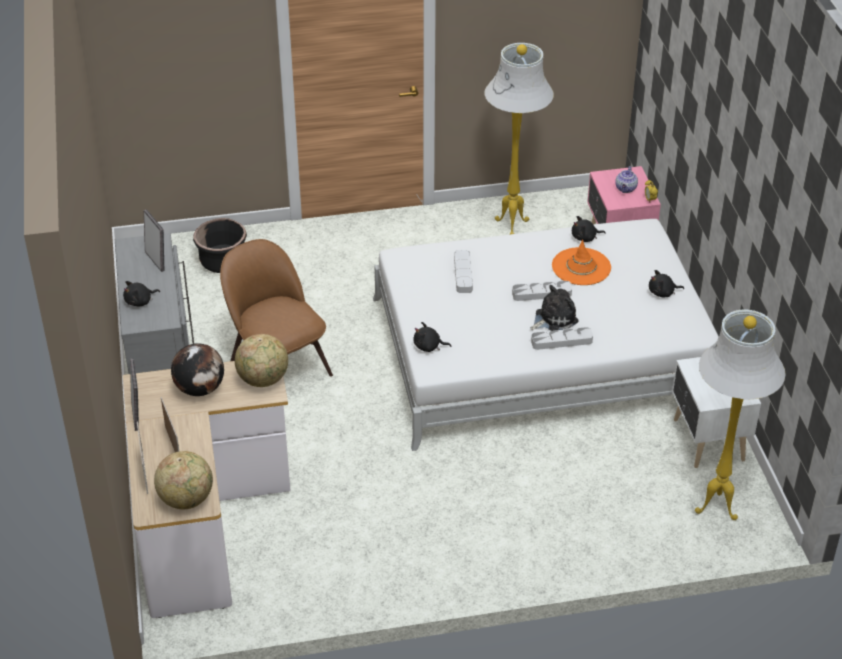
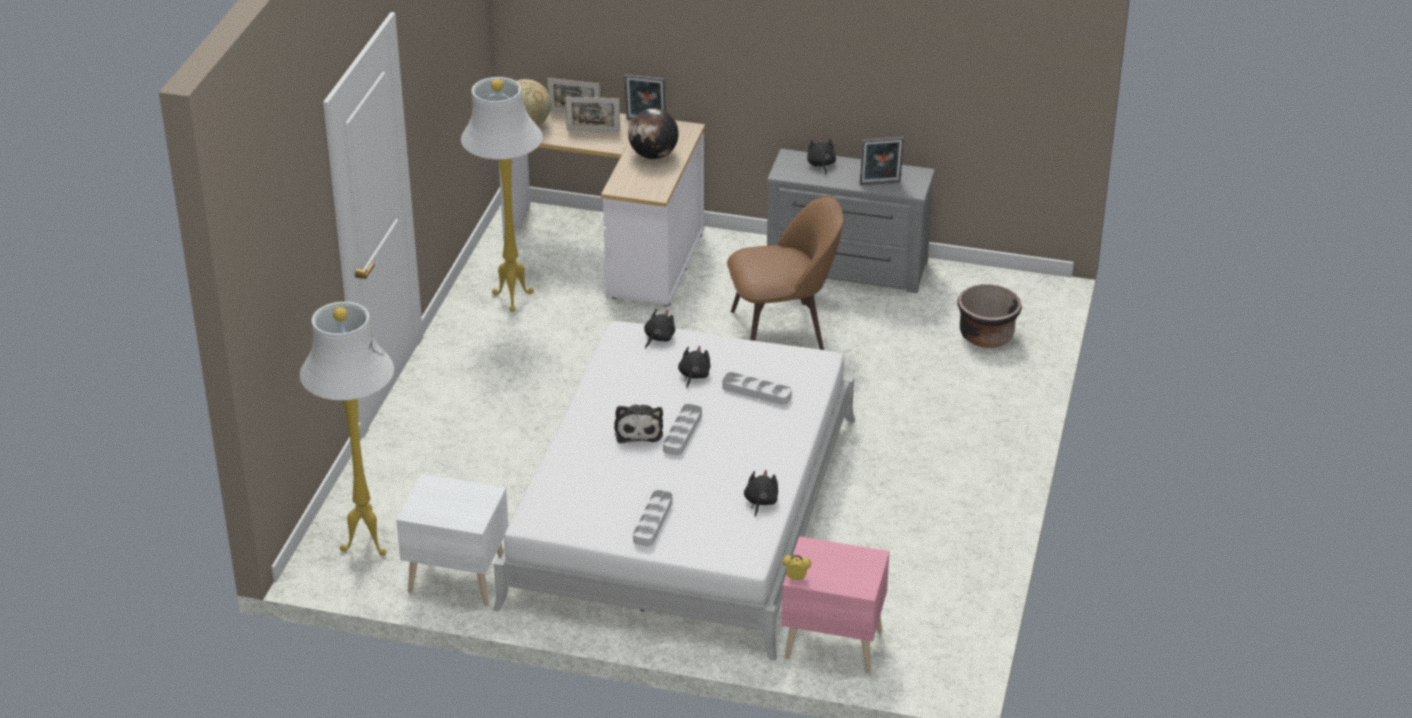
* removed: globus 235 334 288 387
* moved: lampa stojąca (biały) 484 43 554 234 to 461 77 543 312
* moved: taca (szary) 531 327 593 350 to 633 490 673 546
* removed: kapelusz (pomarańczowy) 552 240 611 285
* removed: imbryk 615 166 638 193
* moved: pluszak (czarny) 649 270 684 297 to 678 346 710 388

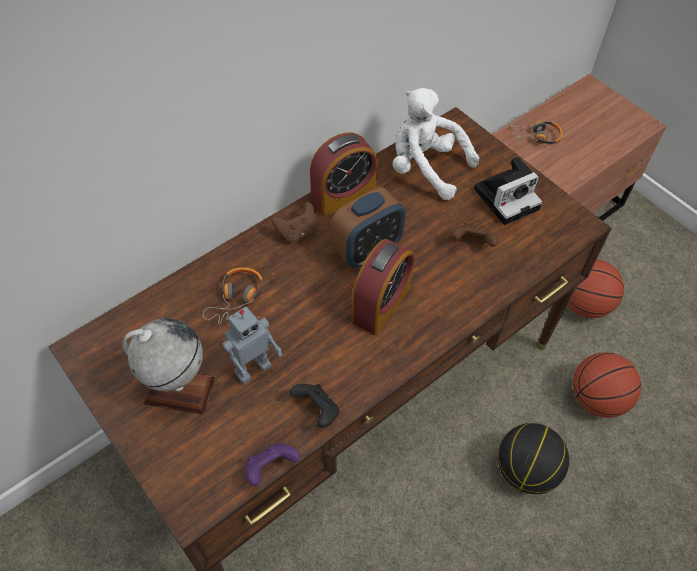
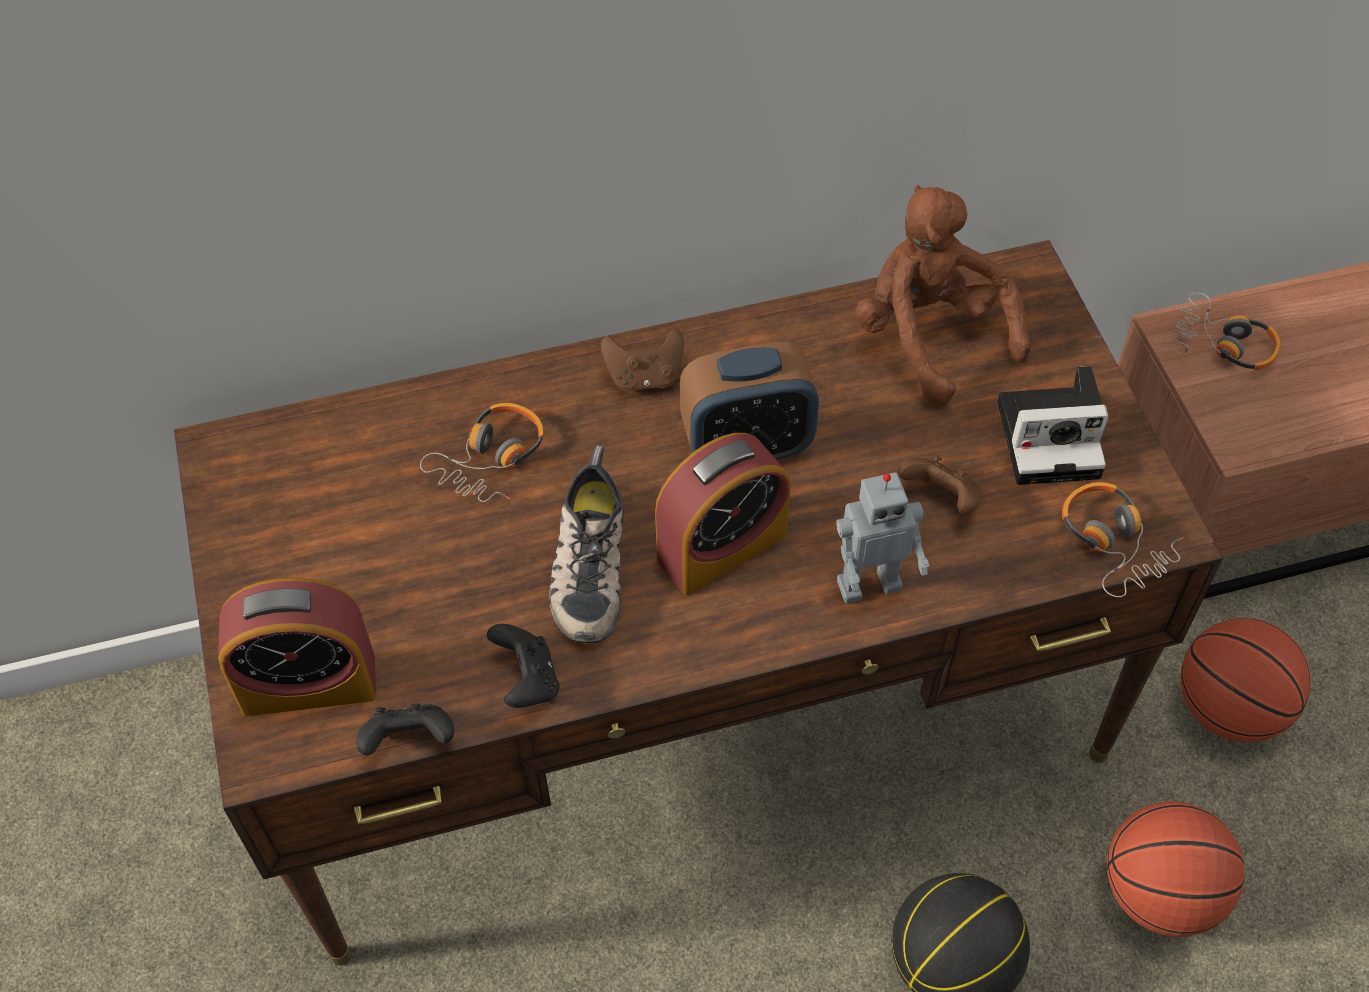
* removed: globus 122 318 216 414
* moved: robot zabawkowy 222 307 282 384 to 836 472 929 603
* recoloured: pad do gier (fioletowy) 246 443 300 486 to pad do gier (czarny) 356 704 454 755
* moved: budzik 310 132 378 216 to 218 578 376 716
* recoloured: pluszak (biały) 393 88 479 200 to pluszak (brązowy) 855 185 1031 406
* added: but 549 445 624 644
* added: słuchawki 1062 482 1184 597

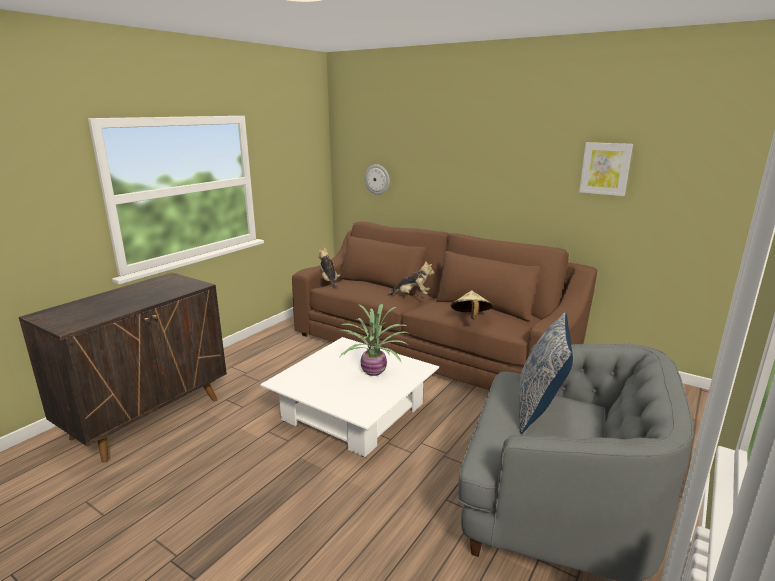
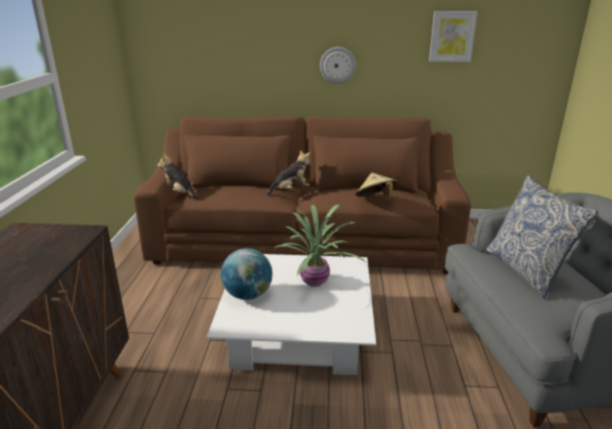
* moved: zegar ścienny 365 164 390 195 to 320 47 356 84
* added: globus 221 248 272 300

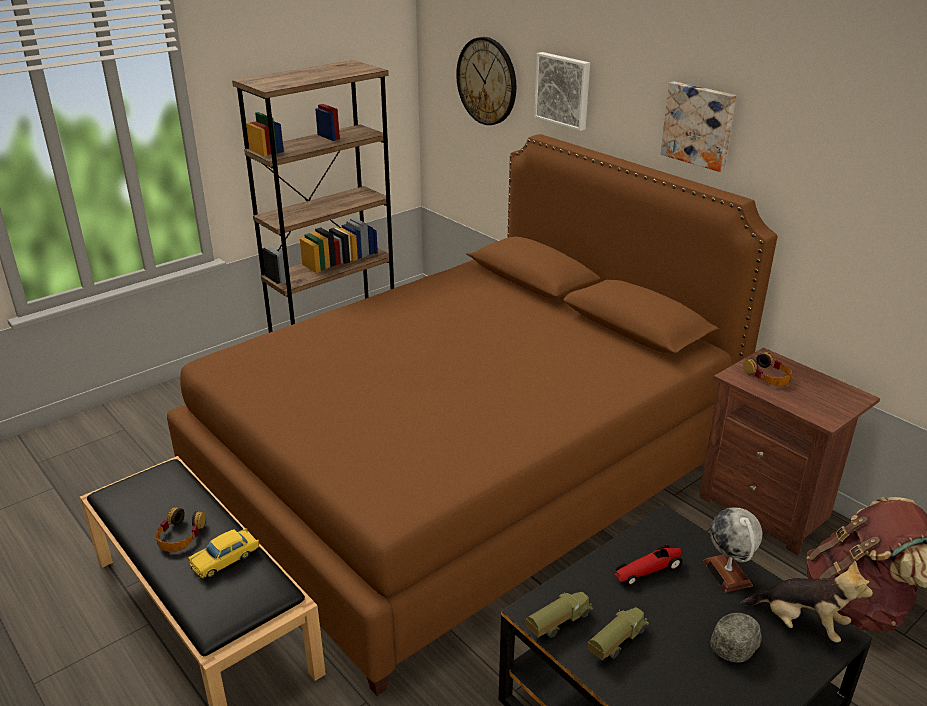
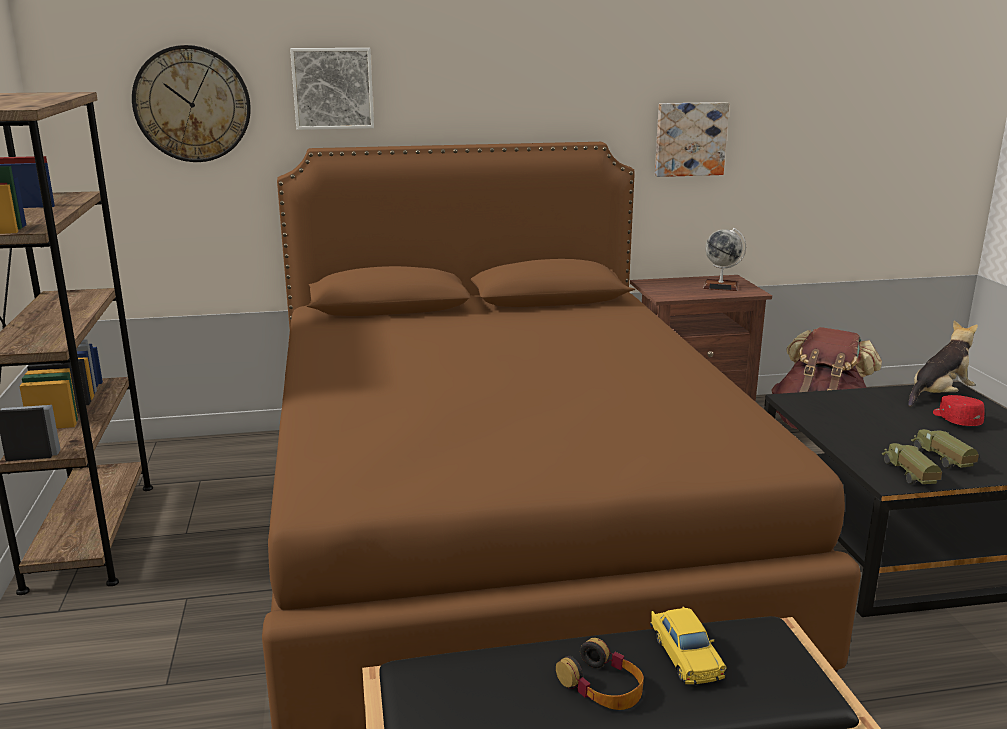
* removed: samochodzik 614 544 683 586
* moved: obraz 660 82 736 172 to 655 102 729 177
* moved: globus 703 507 762 593 to 703 228 746 291
* recoloured: czapka z daszkiem (szary) 710 613 762 663 to czapka z daszkiem (czerwony) 933 395 985 426
* removed: słuchawki 743 352 792 386

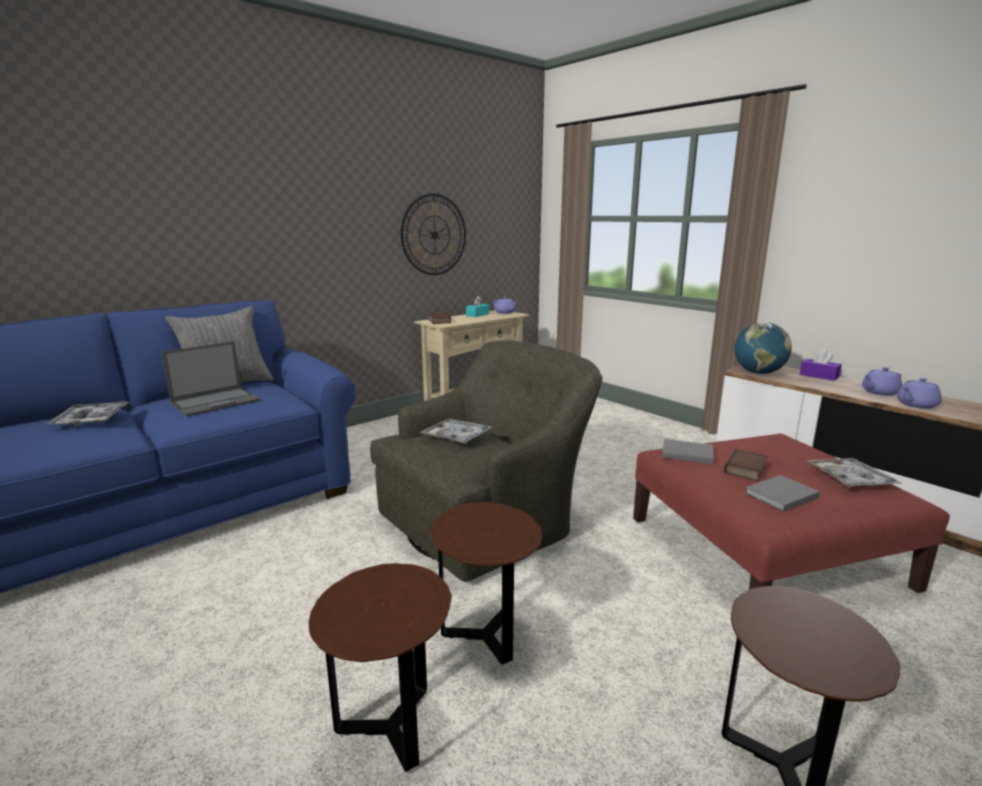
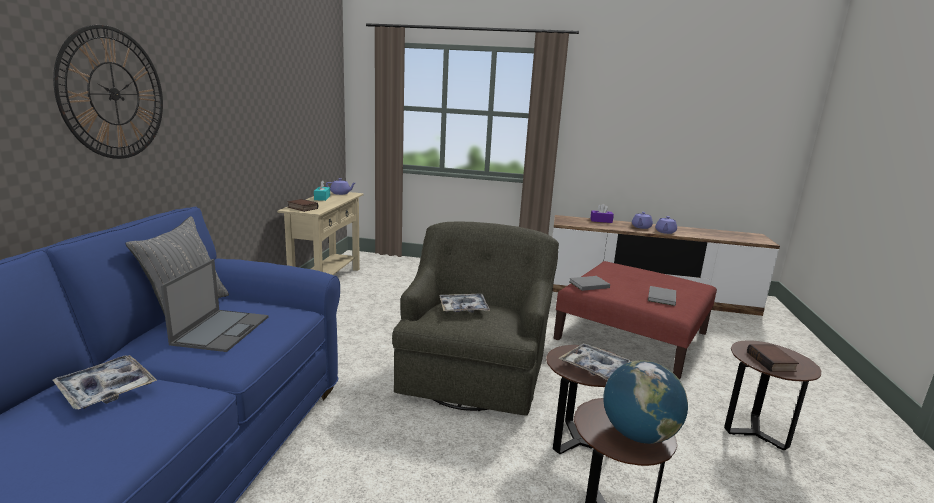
* moved: zegar ścienny 401 193 466 275 to 53 25 163 159
* moved: książka 724 449 768 481 to 747 344 799 372
* moved: globus 734 322 792 374 to 603 360 688 444
* moved: taca 806 458 901 487 to 559 343 632 380

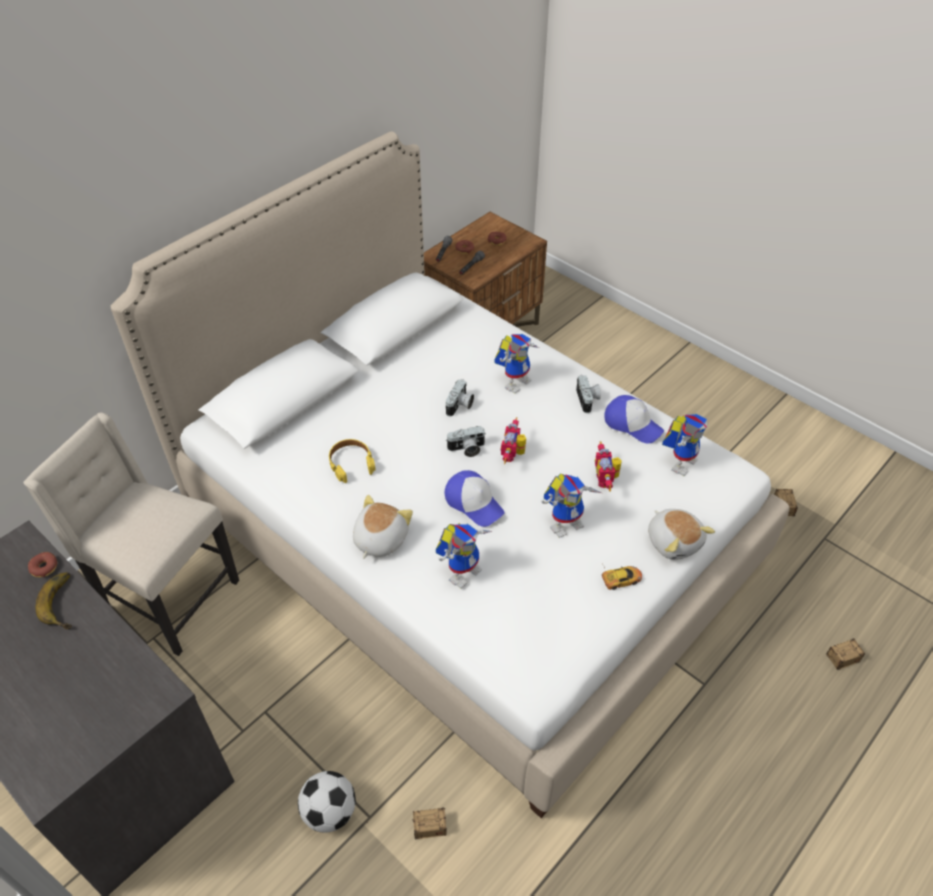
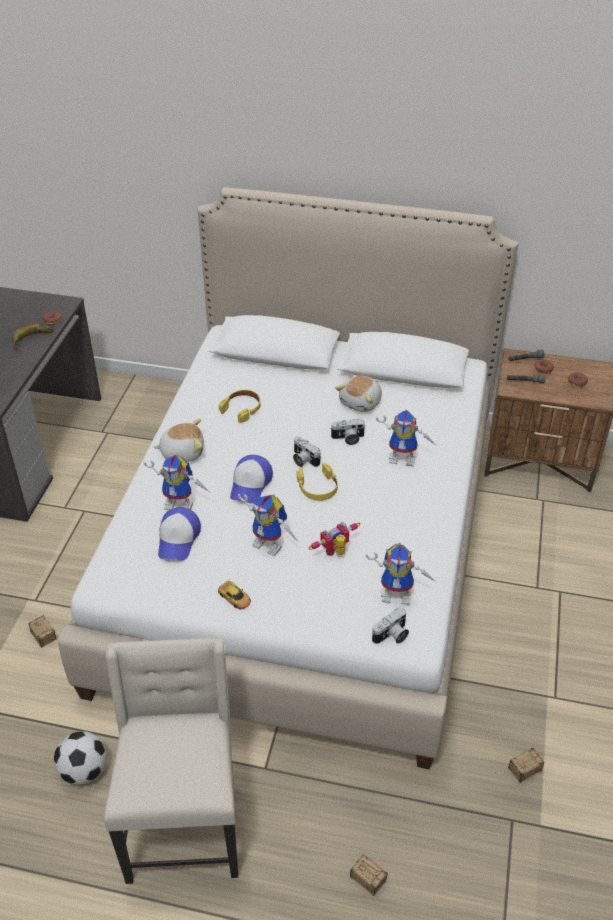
* moved: krzesło (beżowy) 23 413 239 656 to 104 638 238 884
* moved: piłka futbolowa 298 771 356 833 to 54 731 107 785
* replaced: robot zabawkowy 501 417 526 464 to słuchawki (żółty) 297 463 338 501
* moved: aparat fotograficzny 576 375 601 413 to 372 607 409 644
* moved: czapka z daszkiem 604 395 664 444 to 158 507 201 561
* moved: pluszak 648 509 715 560 to 335 376 382 412

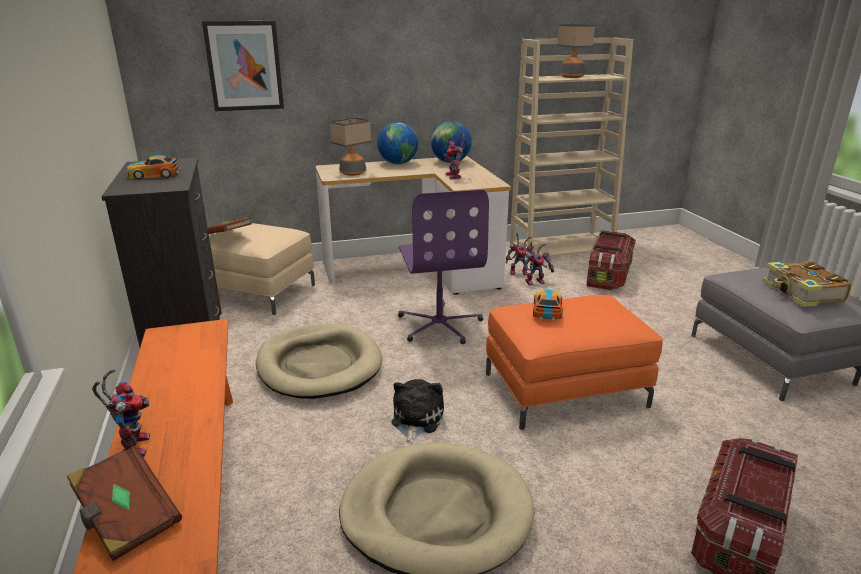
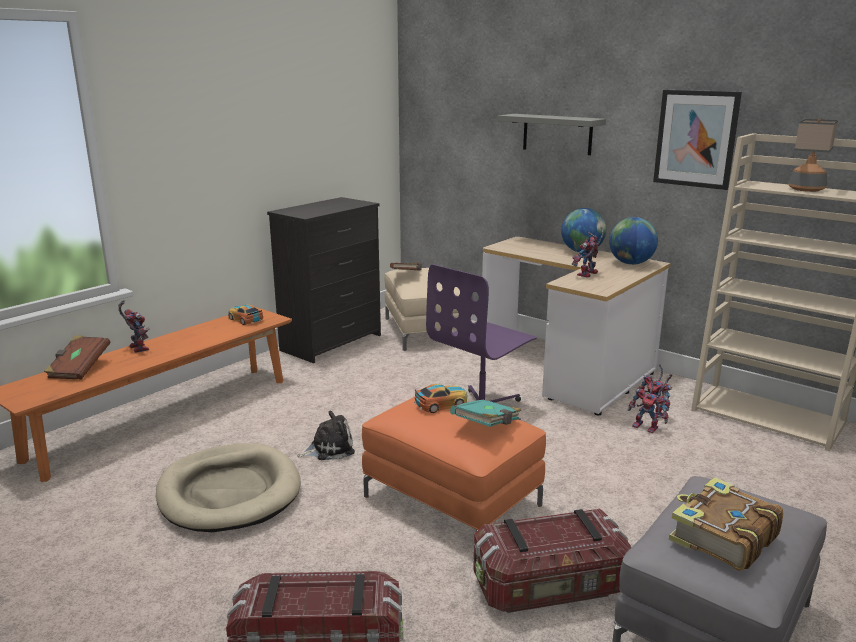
* turned: robot zabawkowy 92 369 150 457 = 118 300 149 353 75 degrees counterclockwise
* moved: samochodzik 127 155 180 179 to 229 305 263 325
* moved: obraz 202 21 284 111 to 653 90 742 190
* removed: legowisko (beżowy) 256 324 382 399
* removed: lampa stołowa 330 118 371 176
* moved: pojemnik do przechowywania 587 230 636 290 to 473 509 631 613
* added: książka (turkusowy) 450 400 521 427
* added: półka (szary) 498 114 606 155

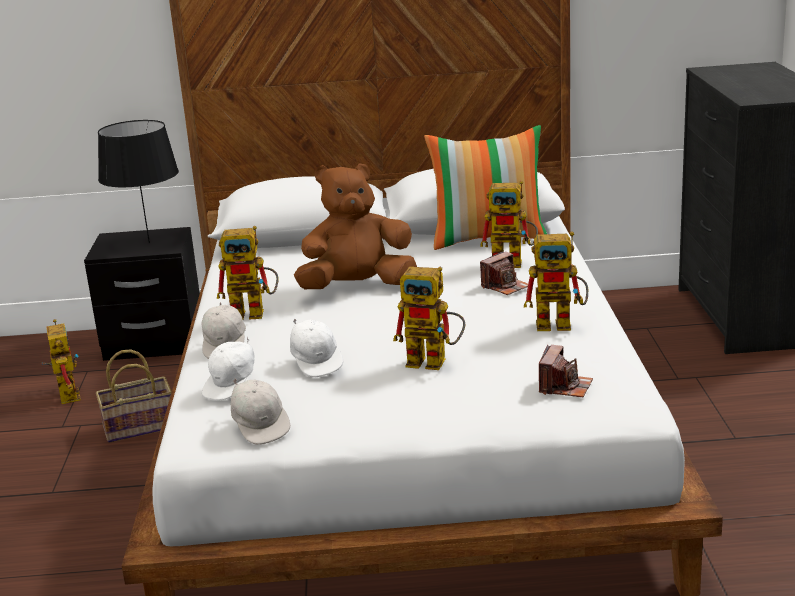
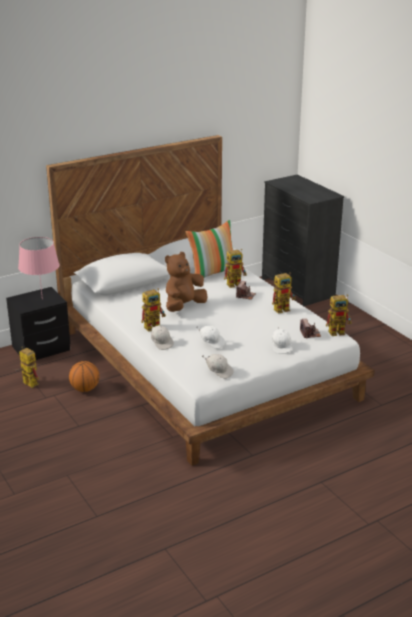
* replaced: koszyk 96 349 172 443 to piłka do koszykówki 69 361 99 392
* recoloured: lampa stołowa (czarny) 98 120 179 243 to lampa stołowa (różowy) 18 237 59 299
* moved: czapka z daszkiem (biały) 202 337 255 401 to 272 327 292 354
* moved: robot zabawkowy 393 267 465 370 to 326 294 352 336

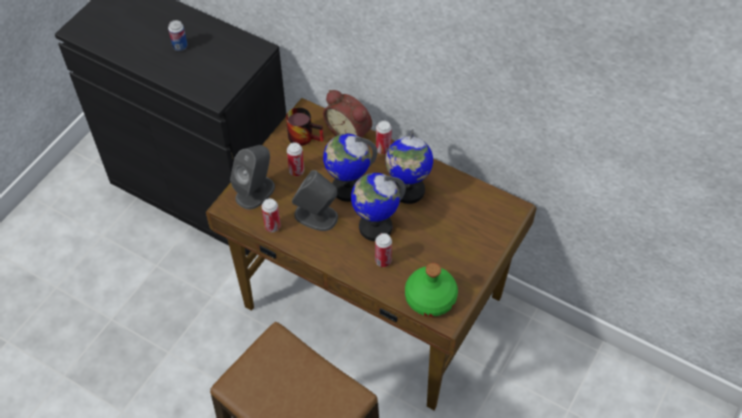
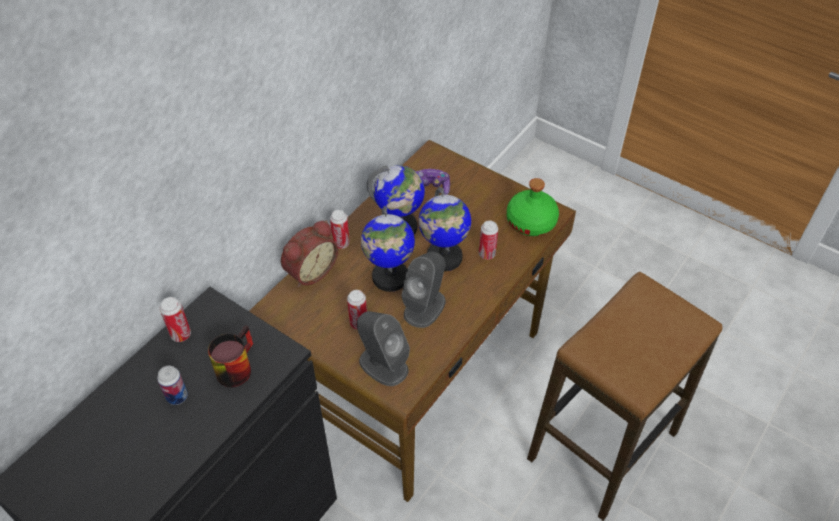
* moved: puszka 261 198 281 232 to 160 297 191 342
* moved: kubek 286 107 324 146 to 208 325 253 387
* added: pad do gier 416 169 450 195

